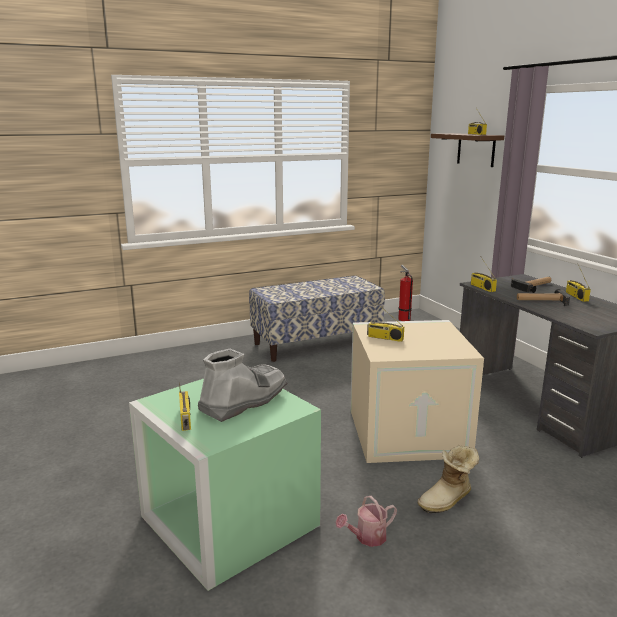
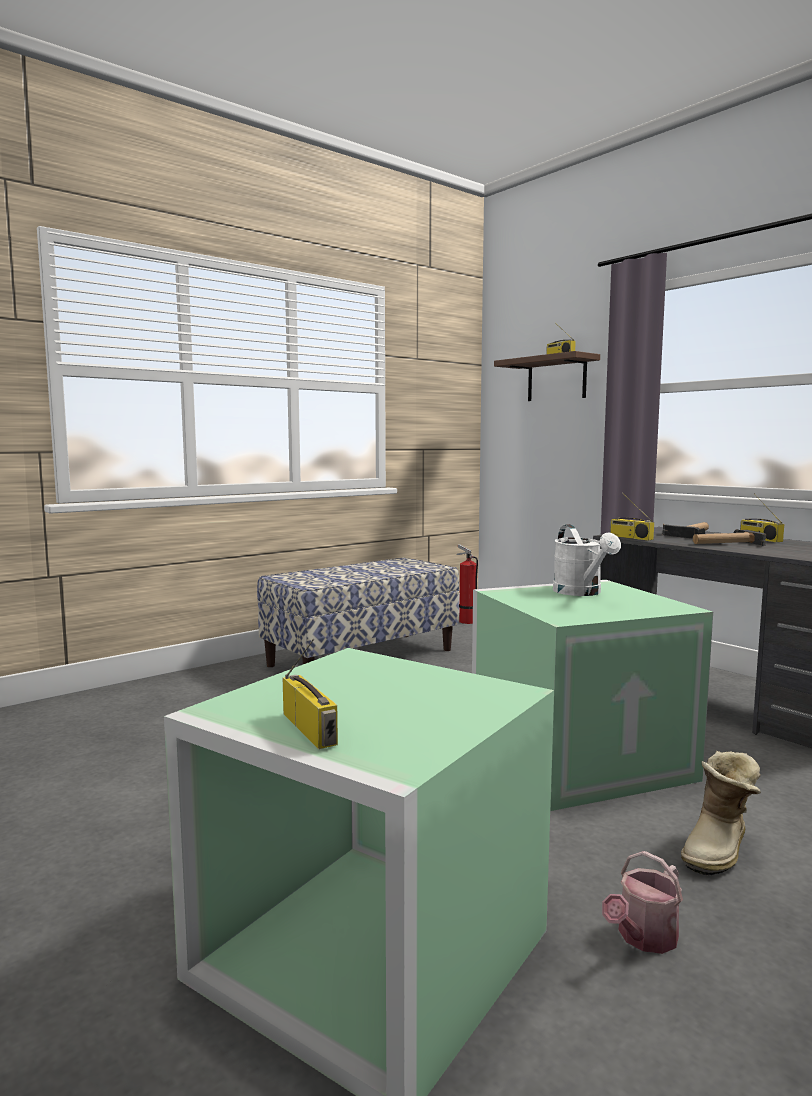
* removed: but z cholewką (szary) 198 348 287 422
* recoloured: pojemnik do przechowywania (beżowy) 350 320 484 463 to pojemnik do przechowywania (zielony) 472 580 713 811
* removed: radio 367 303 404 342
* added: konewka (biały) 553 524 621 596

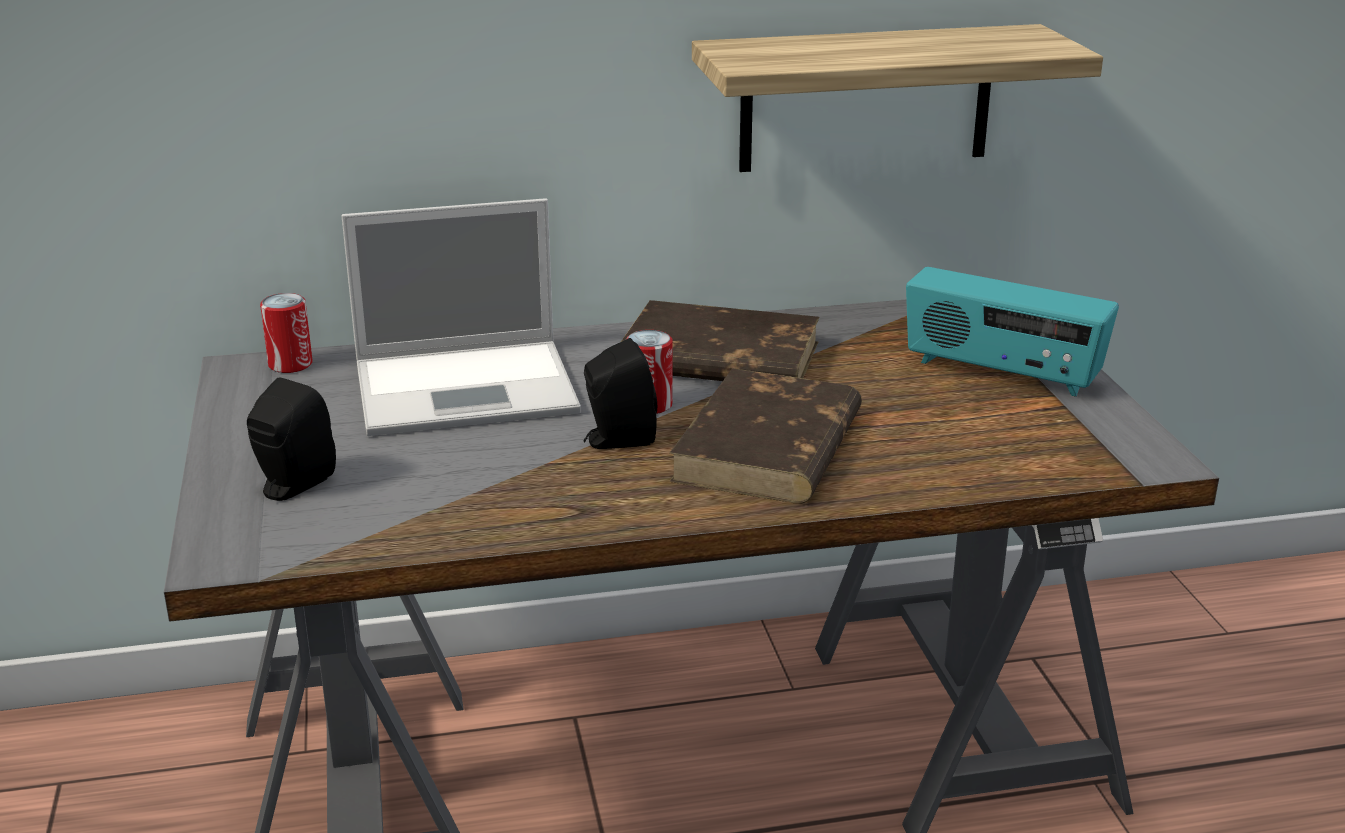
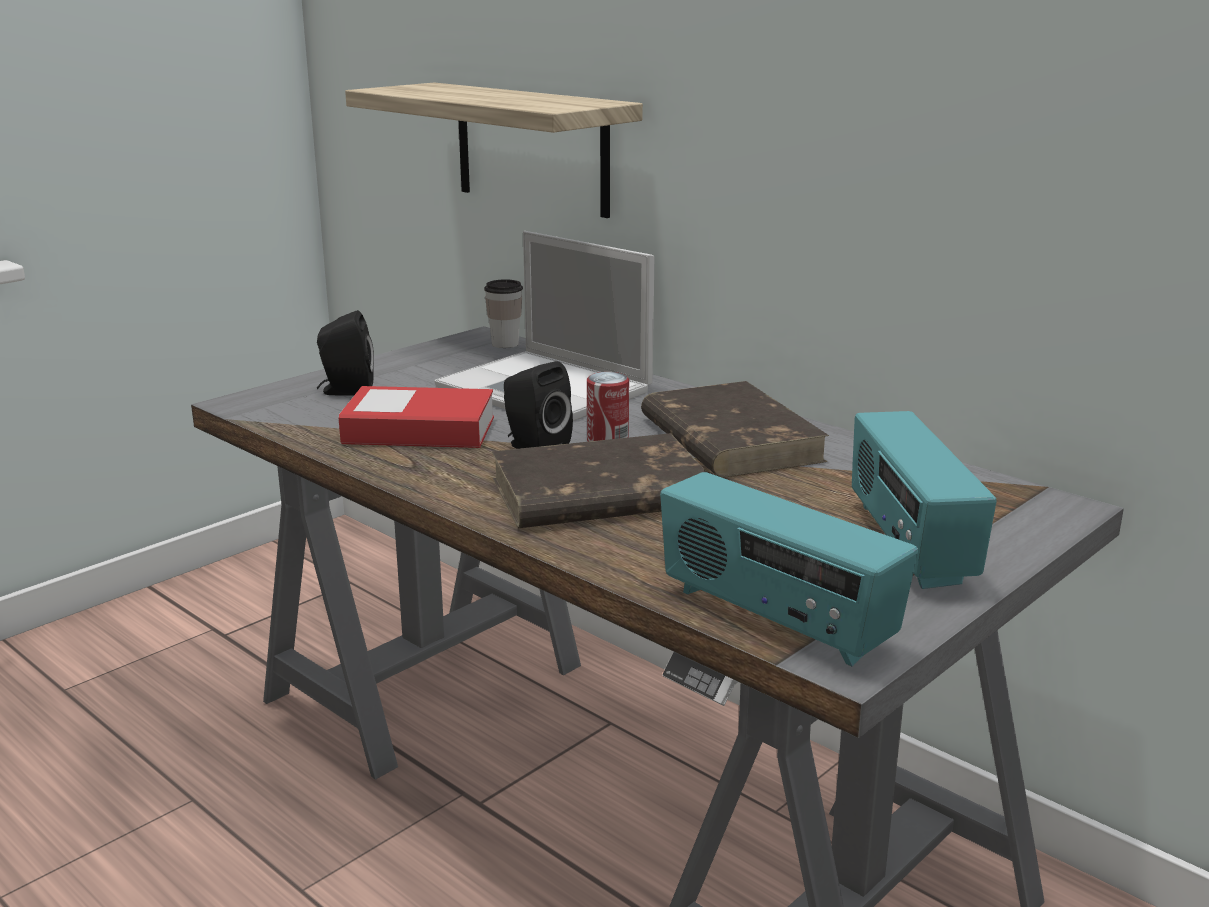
* replaced: puszka 260 293 313 373 to filiżanka 484 280 523 348
* moved: półka 692 24 1103 172 to 345 83 643 218
* added: książka 339 386 494 448
* added: radio 660 472 918 667

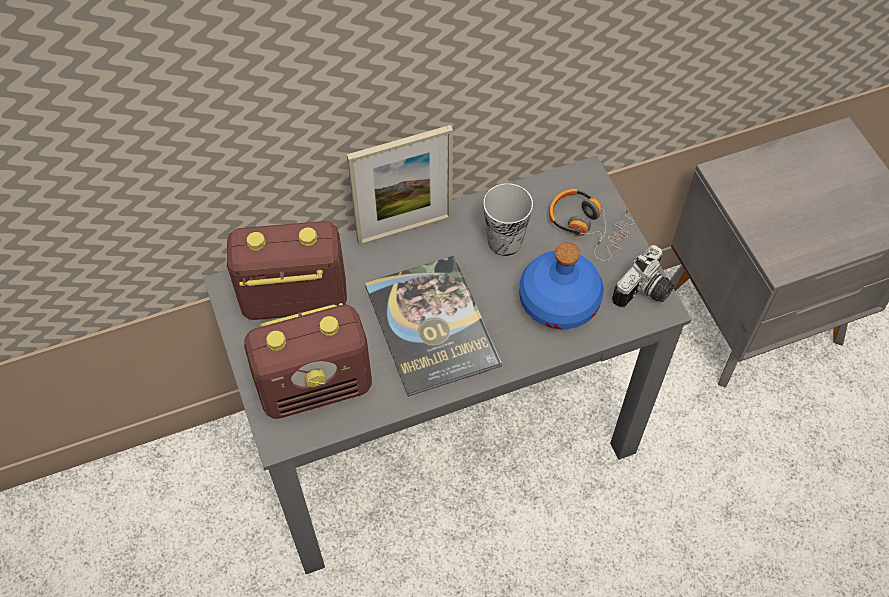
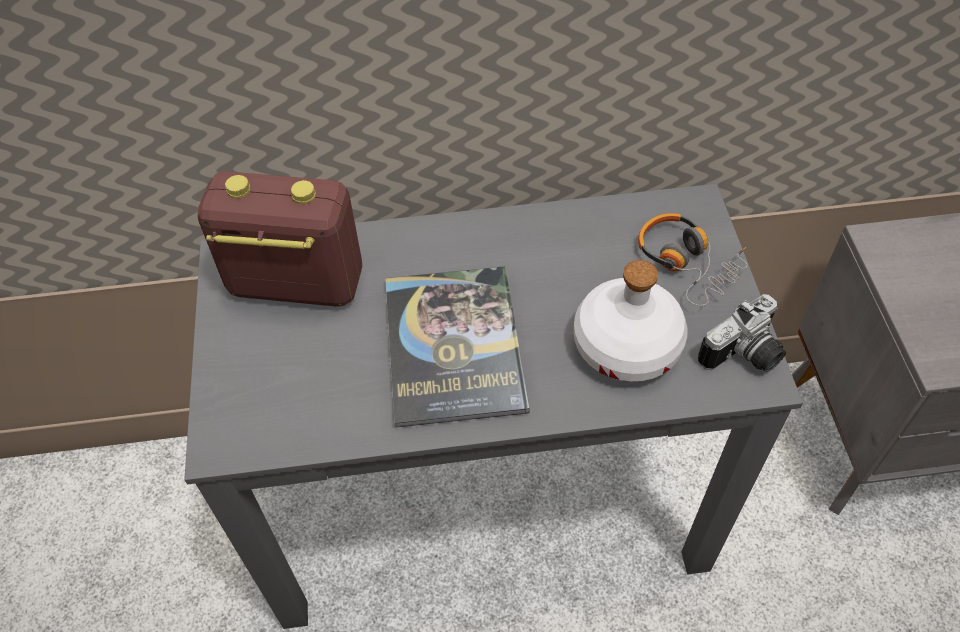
* removed: radio 244 303 372 419
* removed: ramka na zdjęcie 347 125 453 246
* removed: filiżanka 483 183 533 256
* recoloured: butelka (niebieski) 519 243 604 329 to butelka (biały) 574 260 688 382

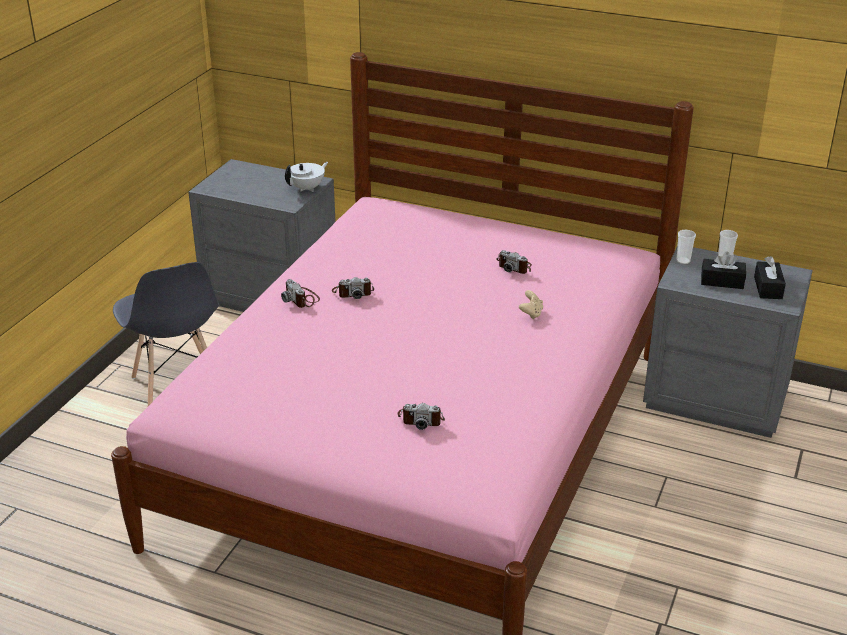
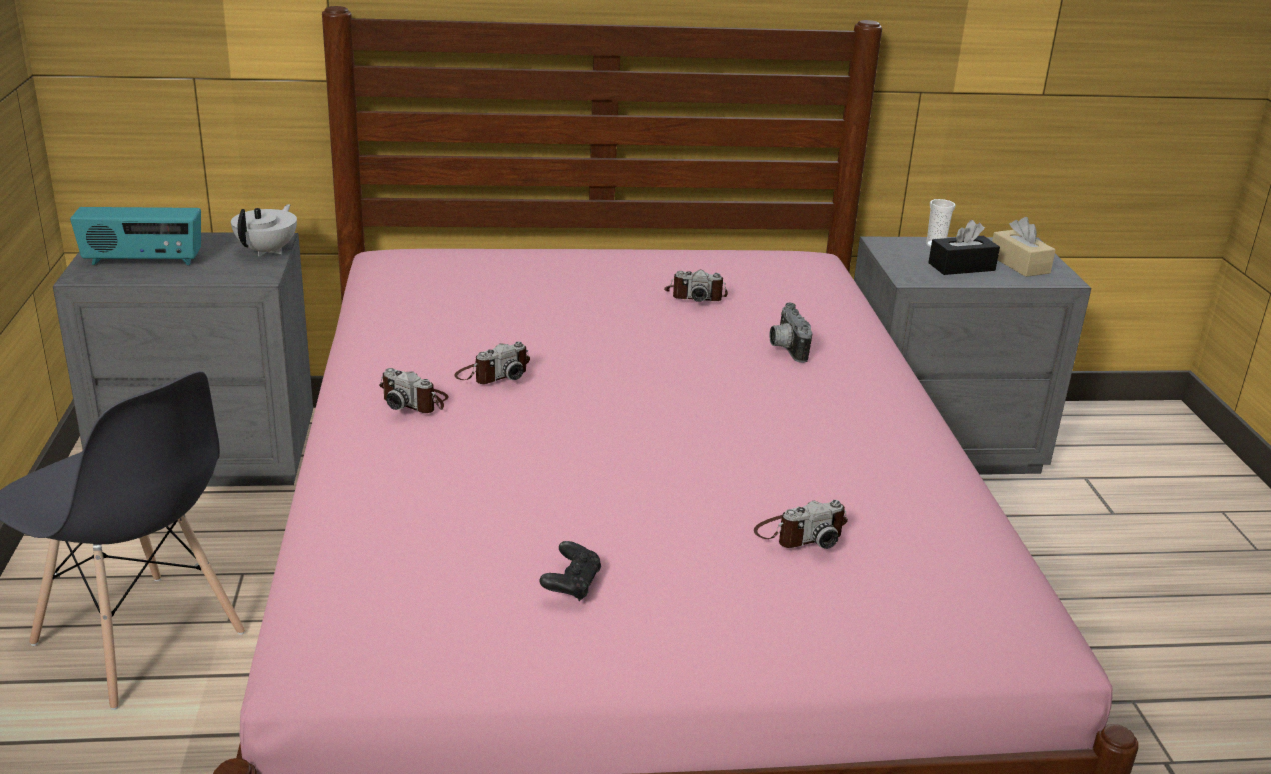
* replaced: pad do gier (beżowy) 519 290 543 320 to aparat fotograficzny 769 302 813 363
* removed: filiżanka 676 230 696 264
* recoloured: pudełko chusteczek (czarny) 754 256 786 299 to pudełko chusteczek (beżowy) 992 217 1056 277
* added: radio 70 207 201 265
* added: pad do gier (czarny) 539 541 601 601

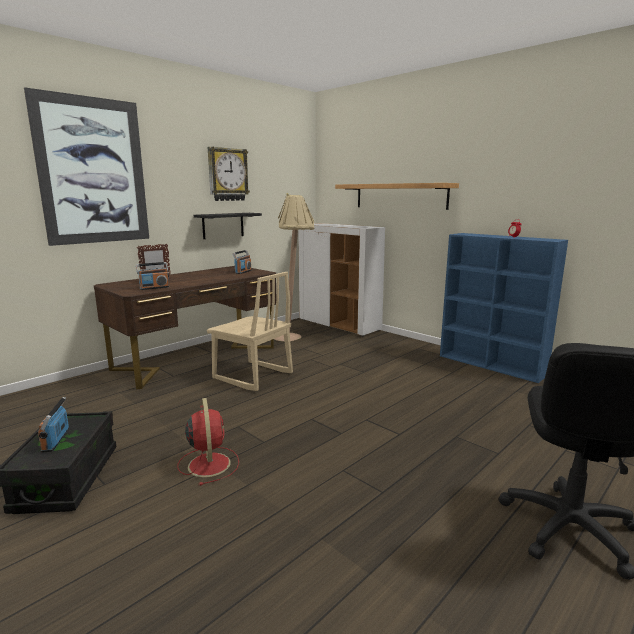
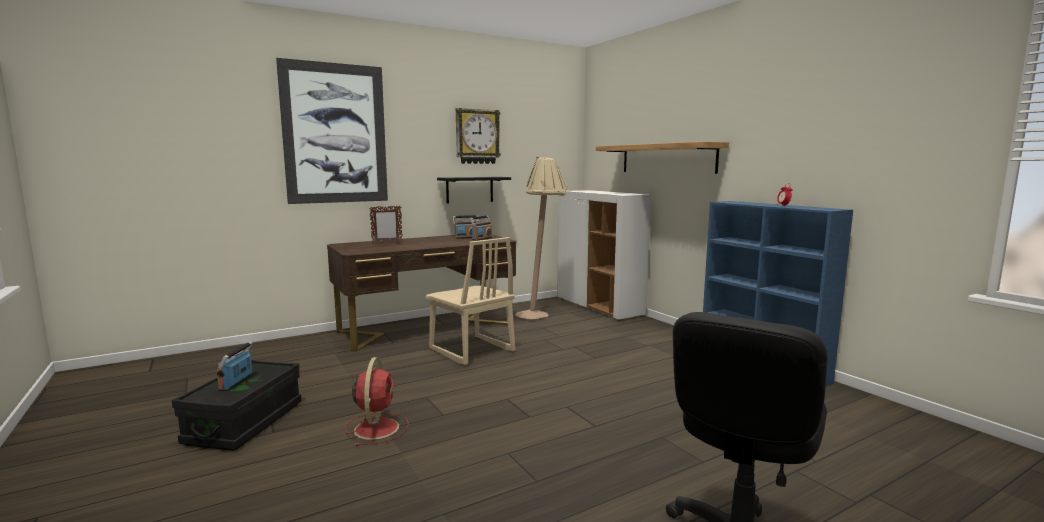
* moved: radio 136 262 169 290 to 453 215 480 239

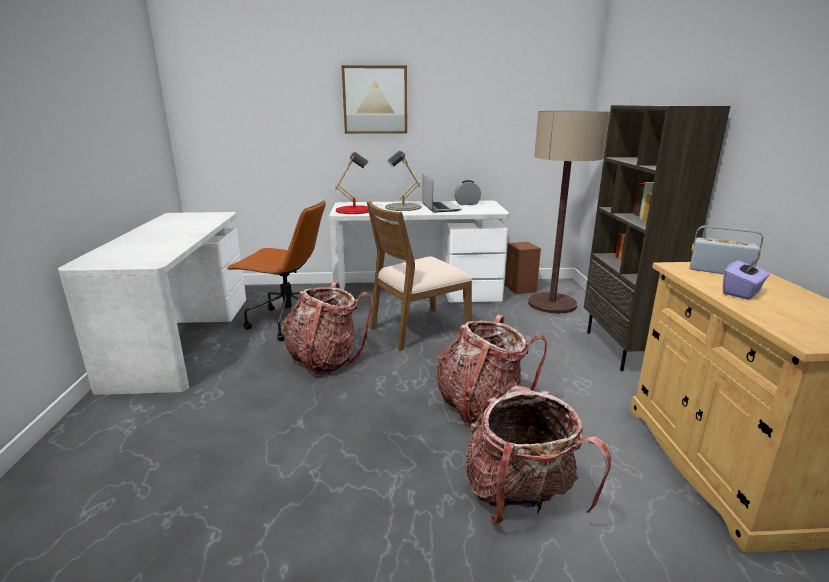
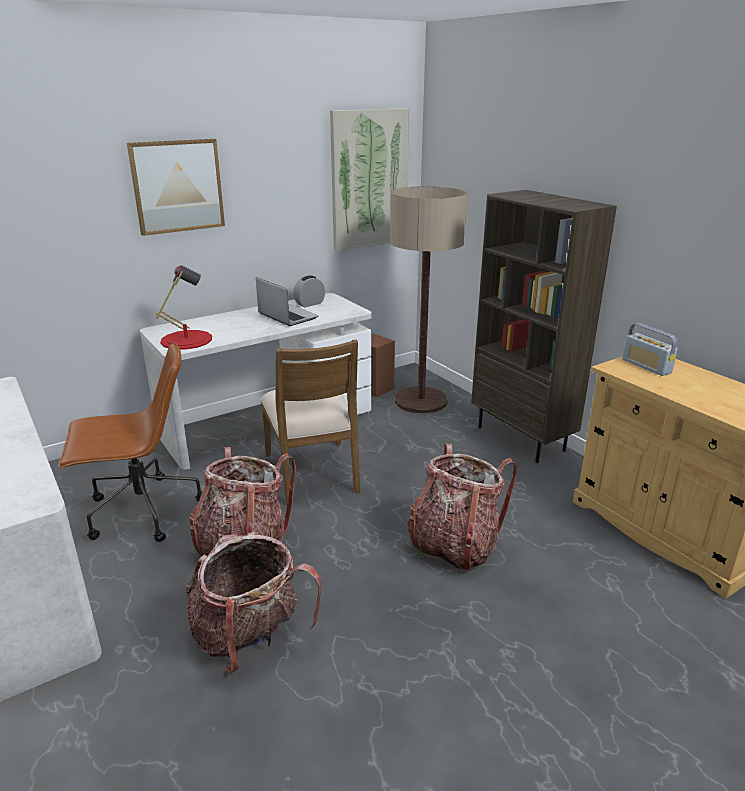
* turned: krzesło (brązowy) 367 201 472 351 = 261 339 360 504 45 degrees counterclockwise
* removed: lampa stołowa (szary) 385 151 422 211
* moved: plecak 466 385 611 524 to 185 532 322 675
* turned: radio 690 226 763 274 = 622 323 678 376 120 degrees counterclockwise
* removed: pudełko chusteczek (fioletowy) 723 257 770 300
* added: obraz 330 108 409 251

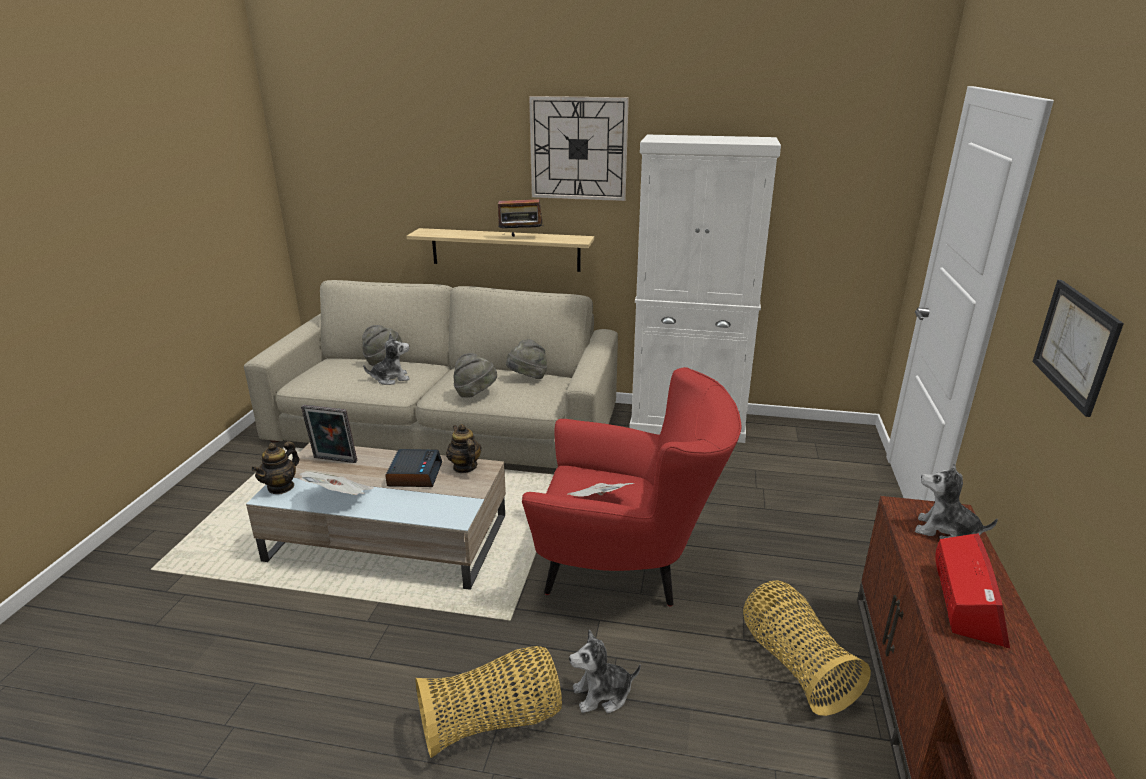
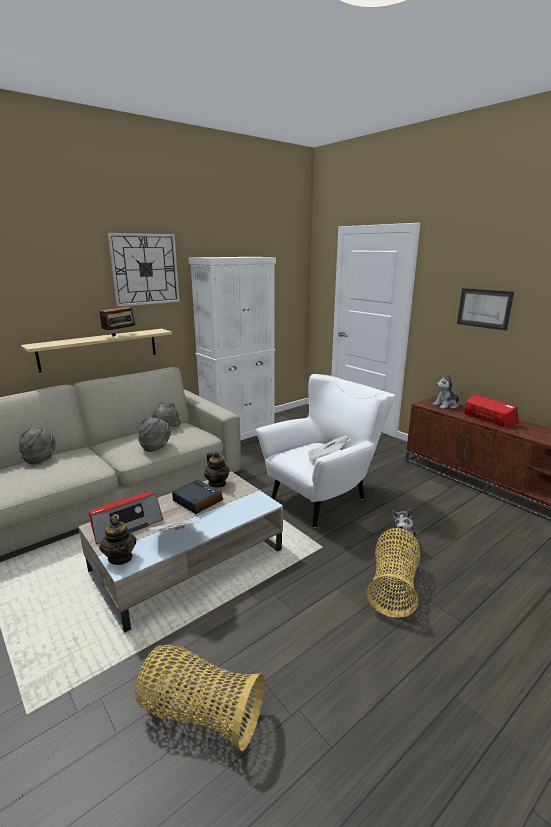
* replaced: ramka na zdjęcie 301 405 357 463 to radio 89 492 163 544
* removed: pluszak 363 333 410 385
* turned: imbryk 446 424 482 473 = 204 452 229 488 135 degrees counterclockwise
* recoloured: fotel (czerwony) 522 367 741 606 to fotel (biały) 256 374 395 528
* moved: koszyk 743 580 871 716 to 135 645 265 751

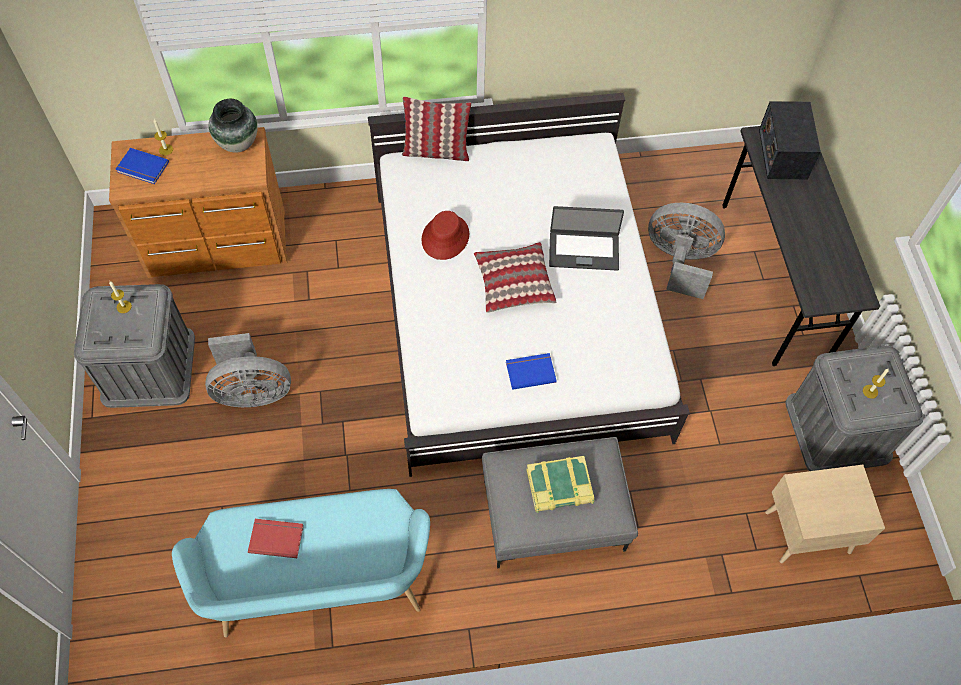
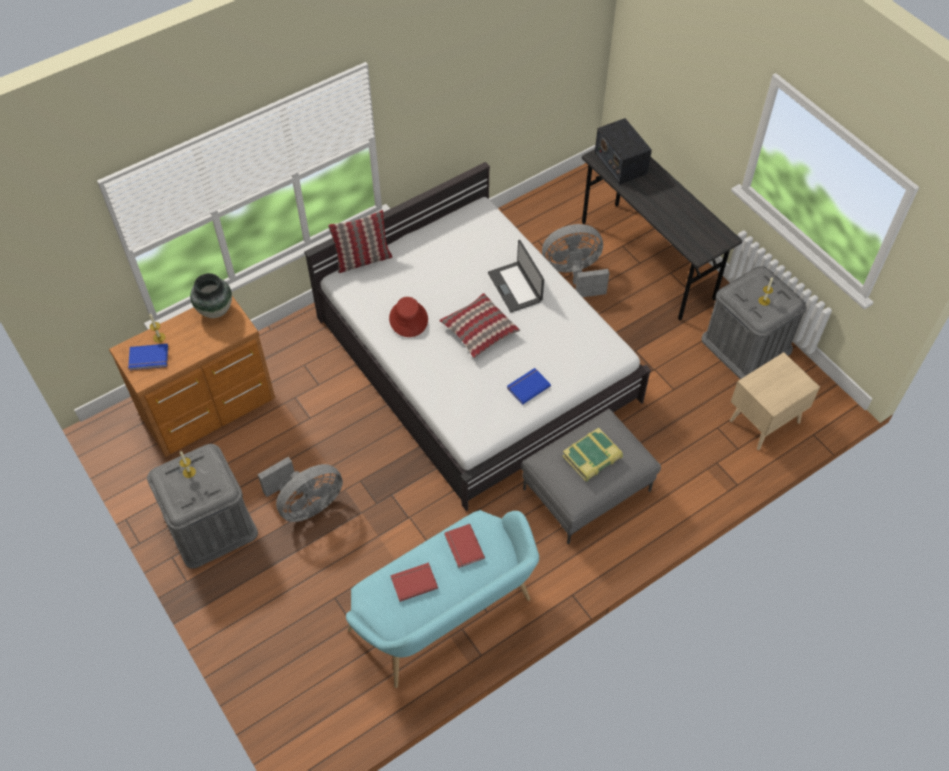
* turned: laptop 549 206 624 271 = 488 240 544 313 90 degrees clockwise
* added: książka (czerwony) 444 524 485 568

